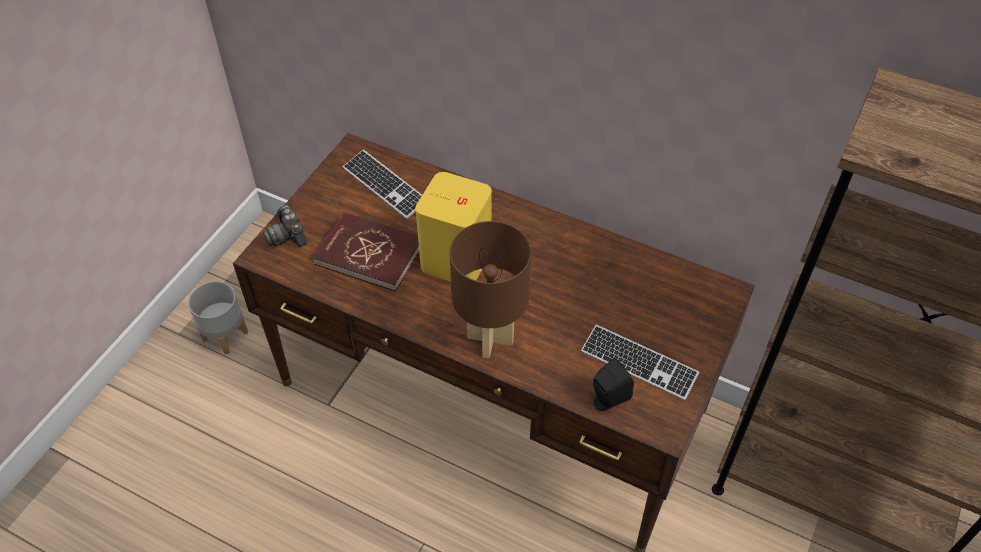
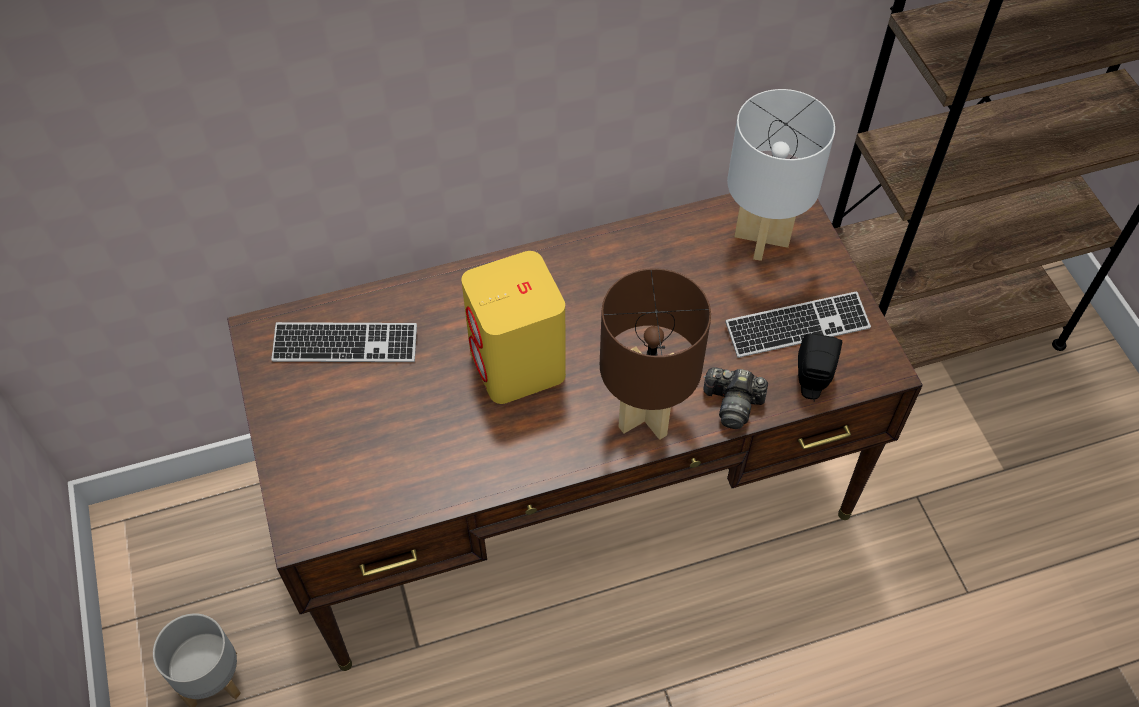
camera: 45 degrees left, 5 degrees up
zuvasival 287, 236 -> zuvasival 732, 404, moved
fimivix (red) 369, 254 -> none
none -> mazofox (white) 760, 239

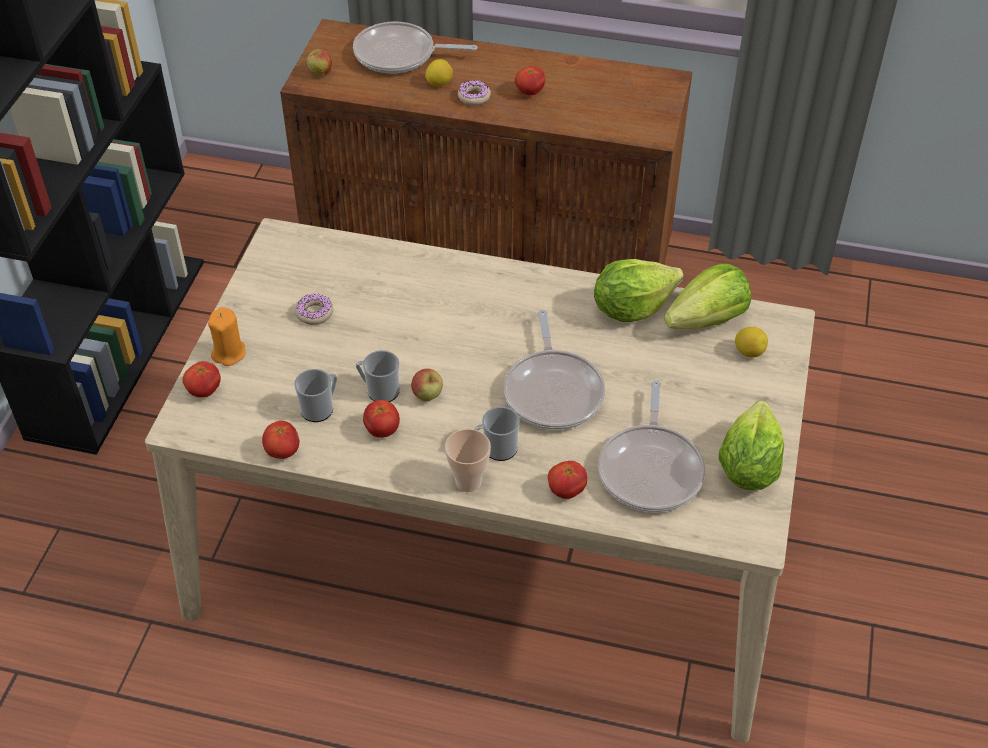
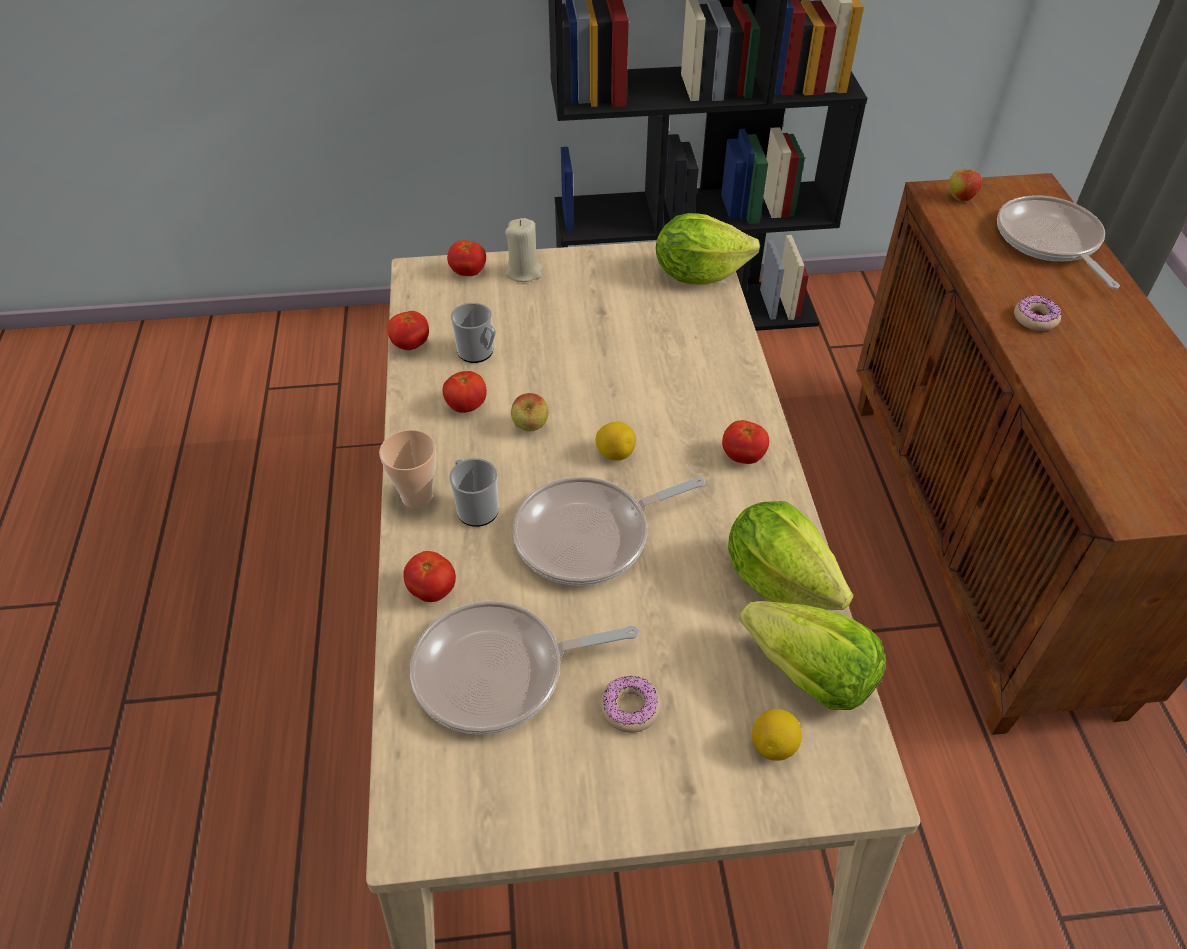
camera: 70 degrees right, 0 degrees up
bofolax 439, 83 -> bofolax 615, 454, moved
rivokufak 529, 92 -> rivokufak 743, 456, moved
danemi 314, 313 -> danemi 630, 708, moved
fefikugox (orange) 229, 353 -> fefikugox (beige) 524, 272
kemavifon 379, 390 -> none
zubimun 748, 467 -> zubimun 698, 273, moved

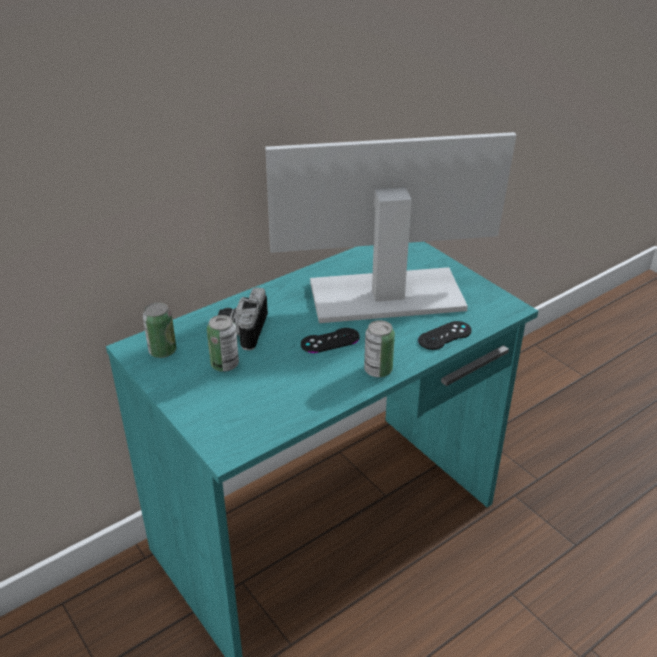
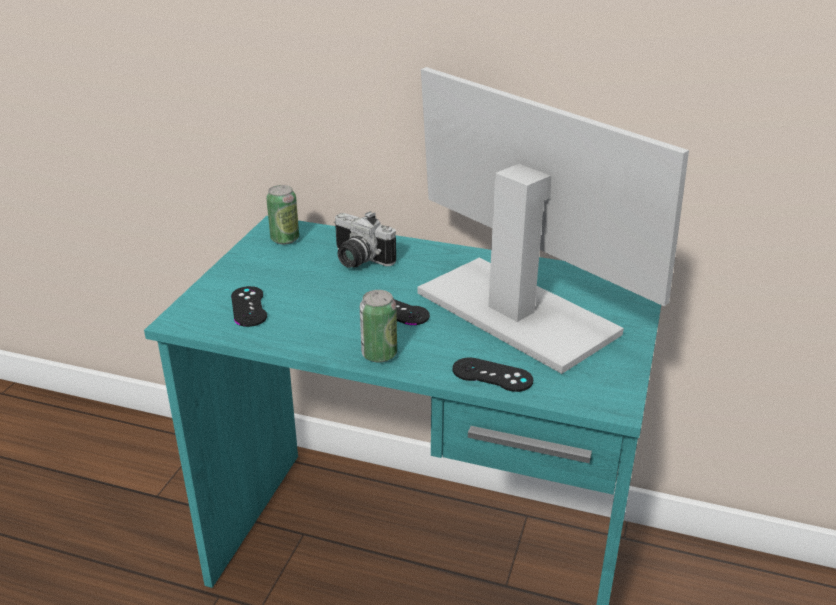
camera: 55 degrees right, 5 degrees down
zuvasival 242, 330 -> zuvasival 357, 260, 120 degrees counterclockwise
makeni 225, 364 -> none
none -> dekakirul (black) 249, 306

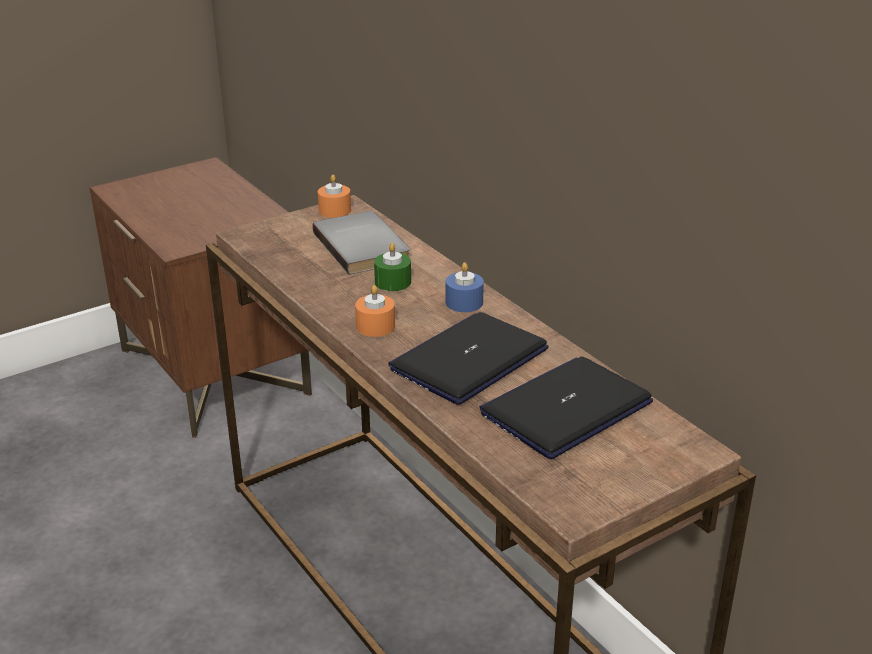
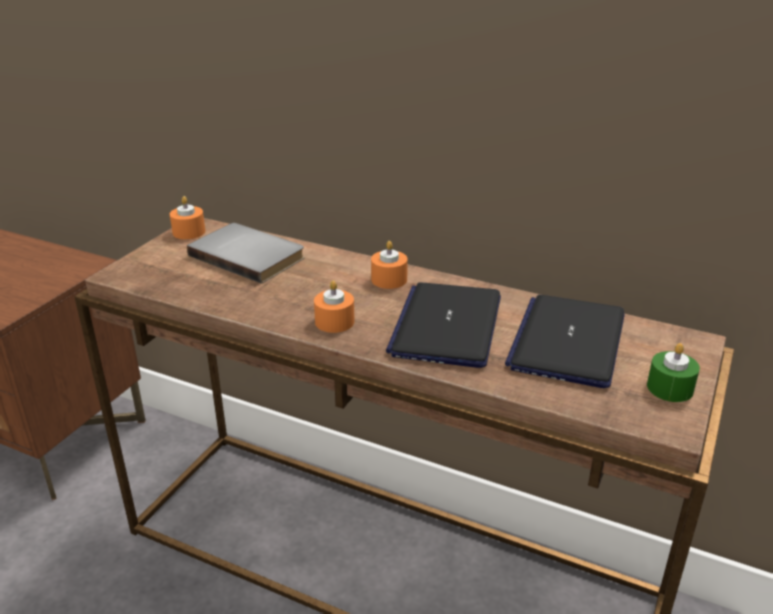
camera: 30 degrees left, 0 degrees up
fefikugox (green) 393, 282 -> fefikugox (green) 670, 388, moved
fefikugox (blue) 464, 302 -> fefikugox (orange) 389, 279

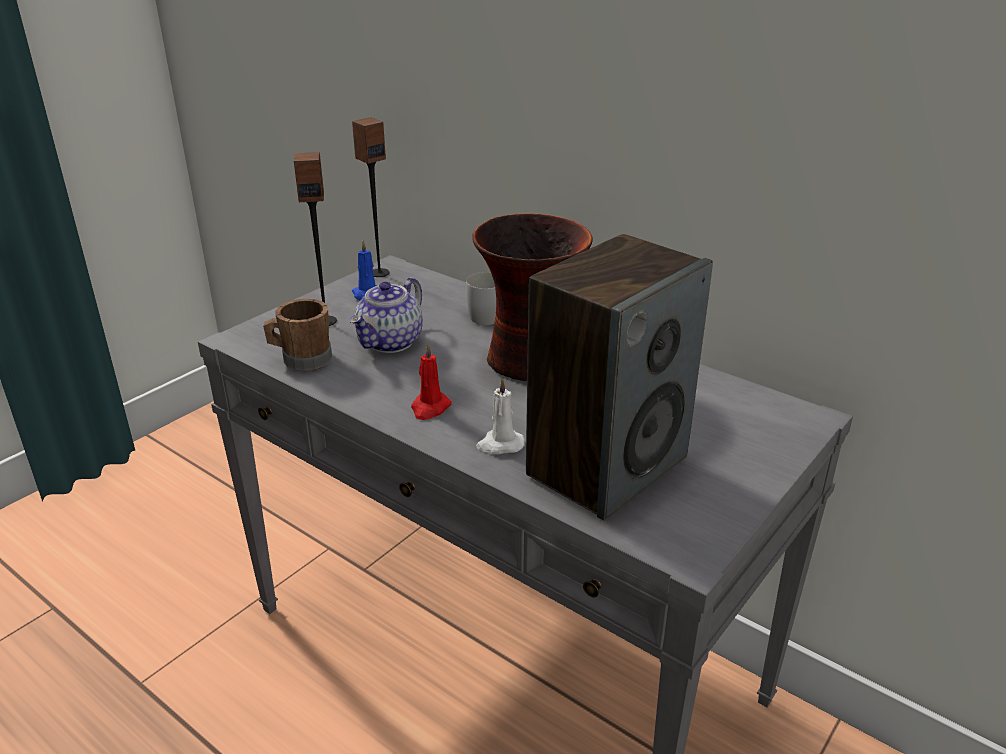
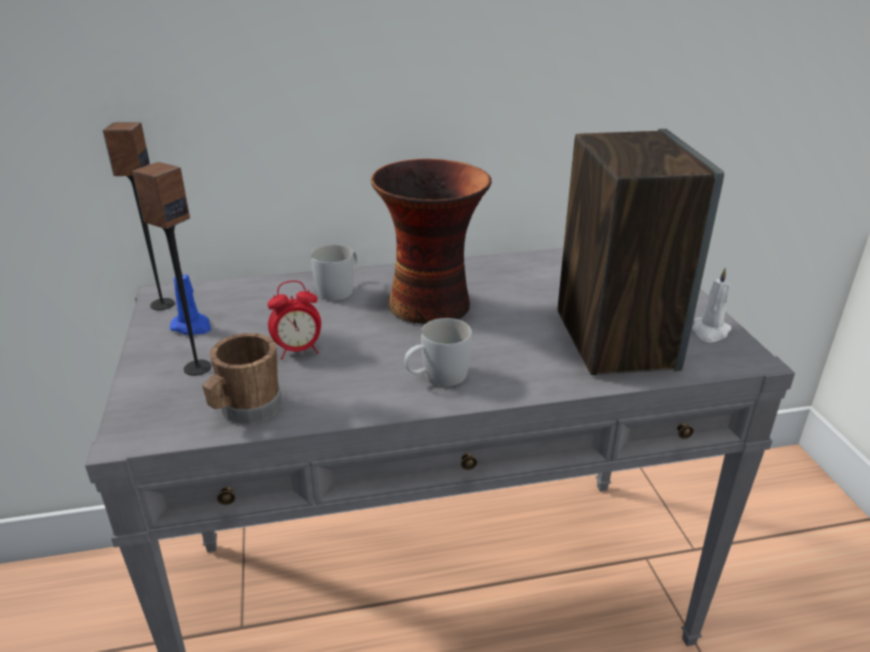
camera: 50 degrees left, 0 degrees up
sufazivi 390, 342 -> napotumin 298, 351
fefikugox (red) 430, 408 -> kemavifon (white) 437, 377
fefikugox (white) 500, 444 -> fefikugox (white) 710, 332, moved

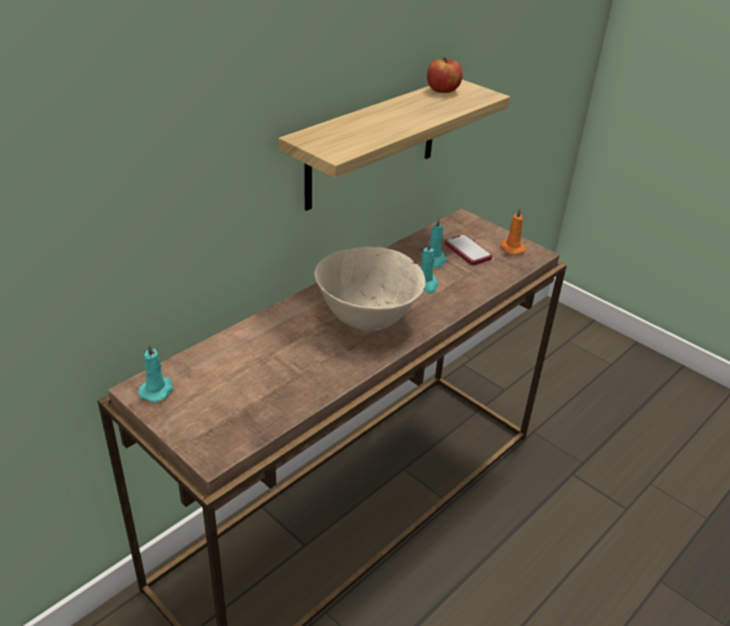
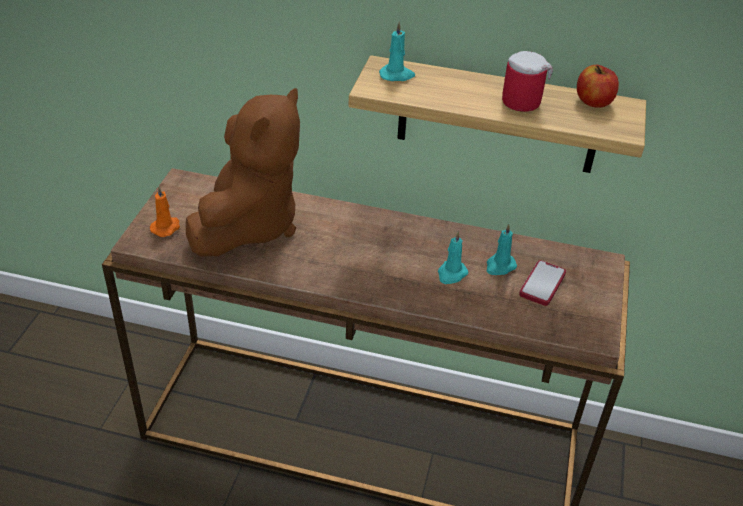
camera: 60 degrees right, 5 degrees up
fefikugox (orange) 511, 248 -> fefikugox (orange) 166, 227, moved
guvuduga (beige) 367, 318 -> none
fefikugox (turquoise) 157, 390 -> fefikugox (turquoise) 397, 75, moved
none -> kemavifon 521, 99
none -> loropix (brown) 249, 225

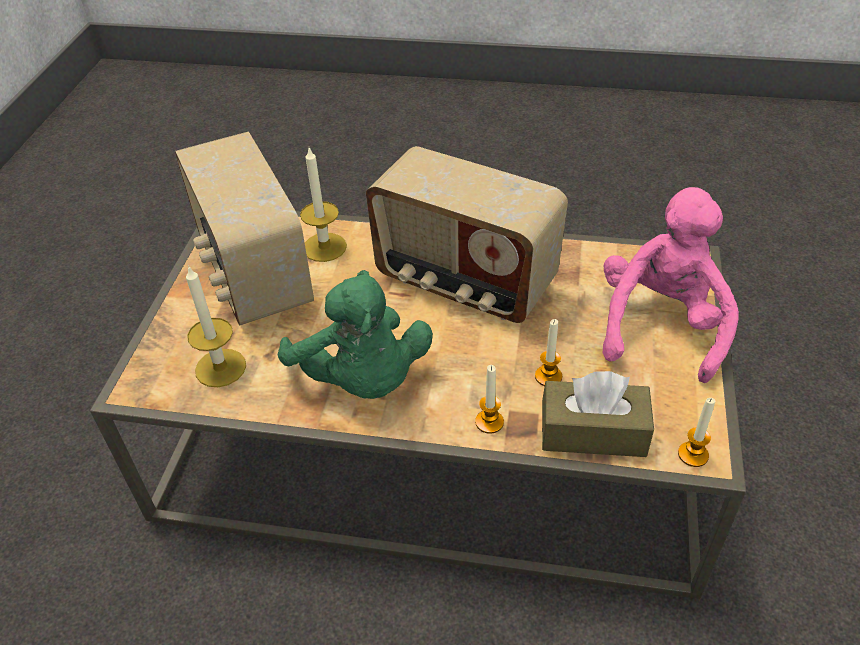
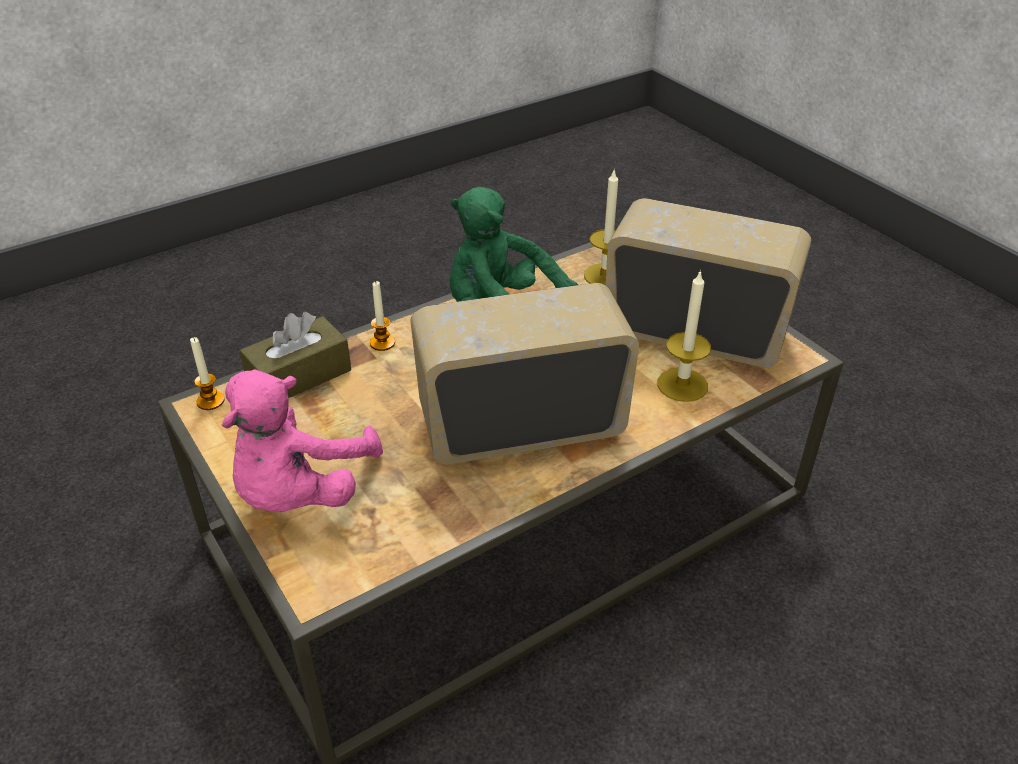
camera: 135 degrees right, 5 degrees down
loropix (pink) 661, 325 -> loropix (pink) 301, 491, 45 degrees clockwise
fefikugox 548, 376 -> none

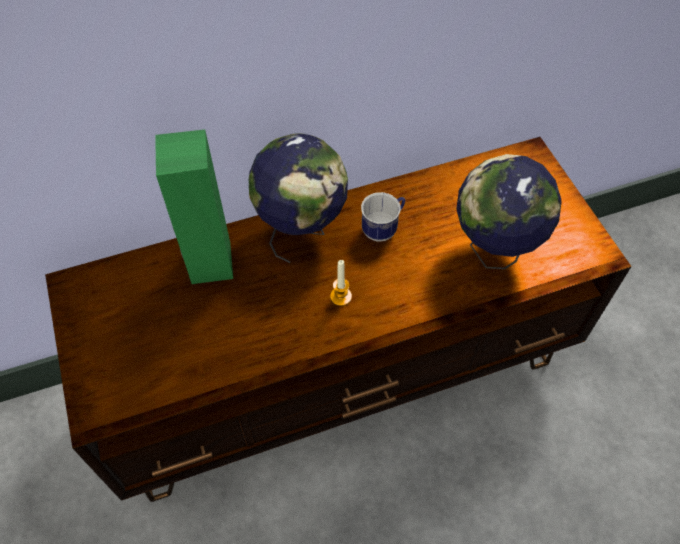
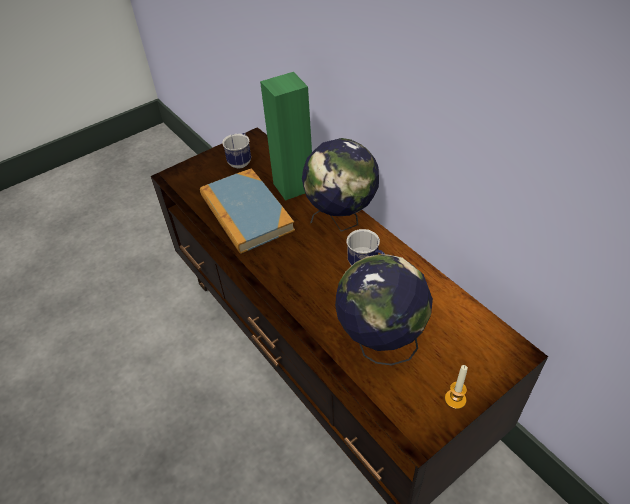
camera: 75 degrees right, 10 degrees down
fefikugox 341, 296 -> fefikugox 455, 399, moved
none -> kemavifon 241, 161
none -> fimivix 246, 213

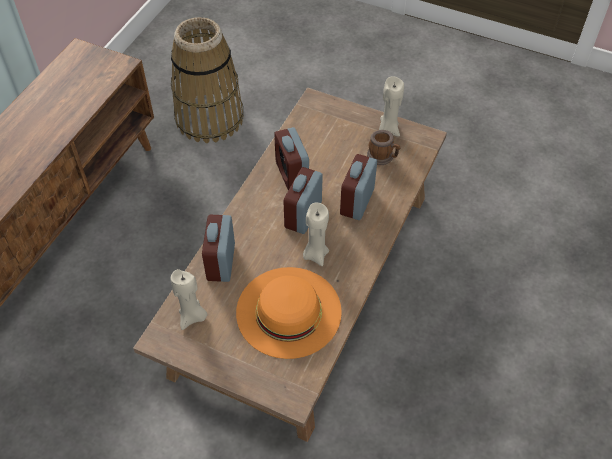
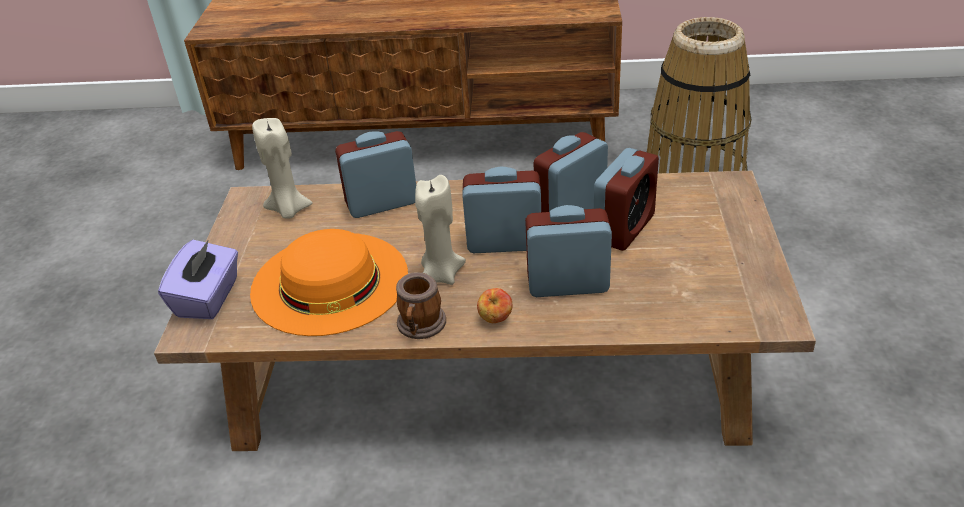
camera: 70 degrees right, 15 degrees down
fefikugox (beige) 388, 129 -> none
kemavifon 383, 157 -> kemavifon 420, 327, moved
none -> napotumin 624, 228
none -> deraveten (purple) 209, 298
none -> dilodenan 495, 319

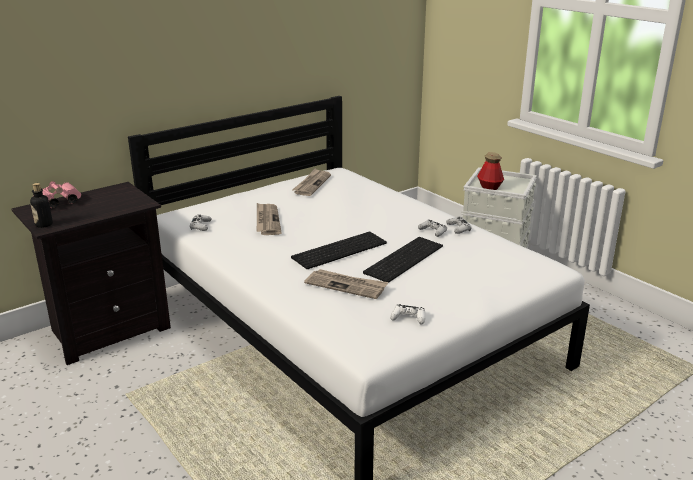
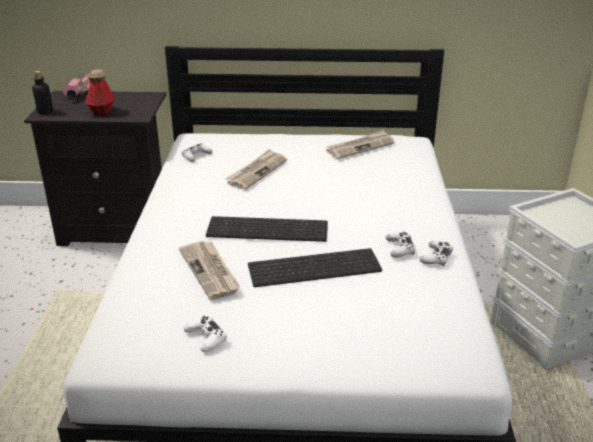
camera: 40 degrees right, 5 degrees up
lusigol 489, 187 -> lusigol 101, 111, moved

